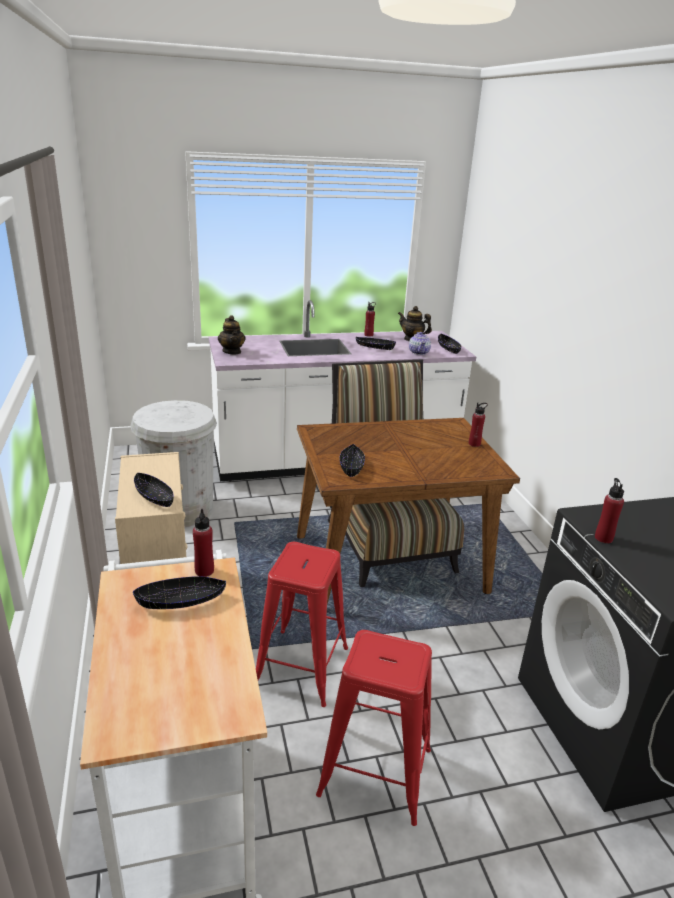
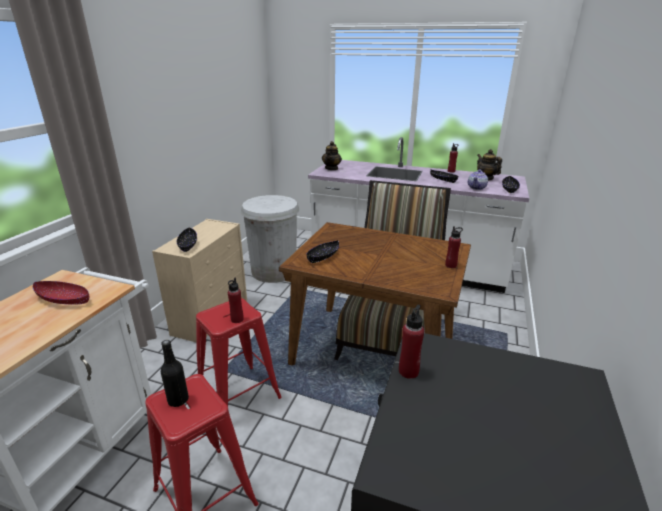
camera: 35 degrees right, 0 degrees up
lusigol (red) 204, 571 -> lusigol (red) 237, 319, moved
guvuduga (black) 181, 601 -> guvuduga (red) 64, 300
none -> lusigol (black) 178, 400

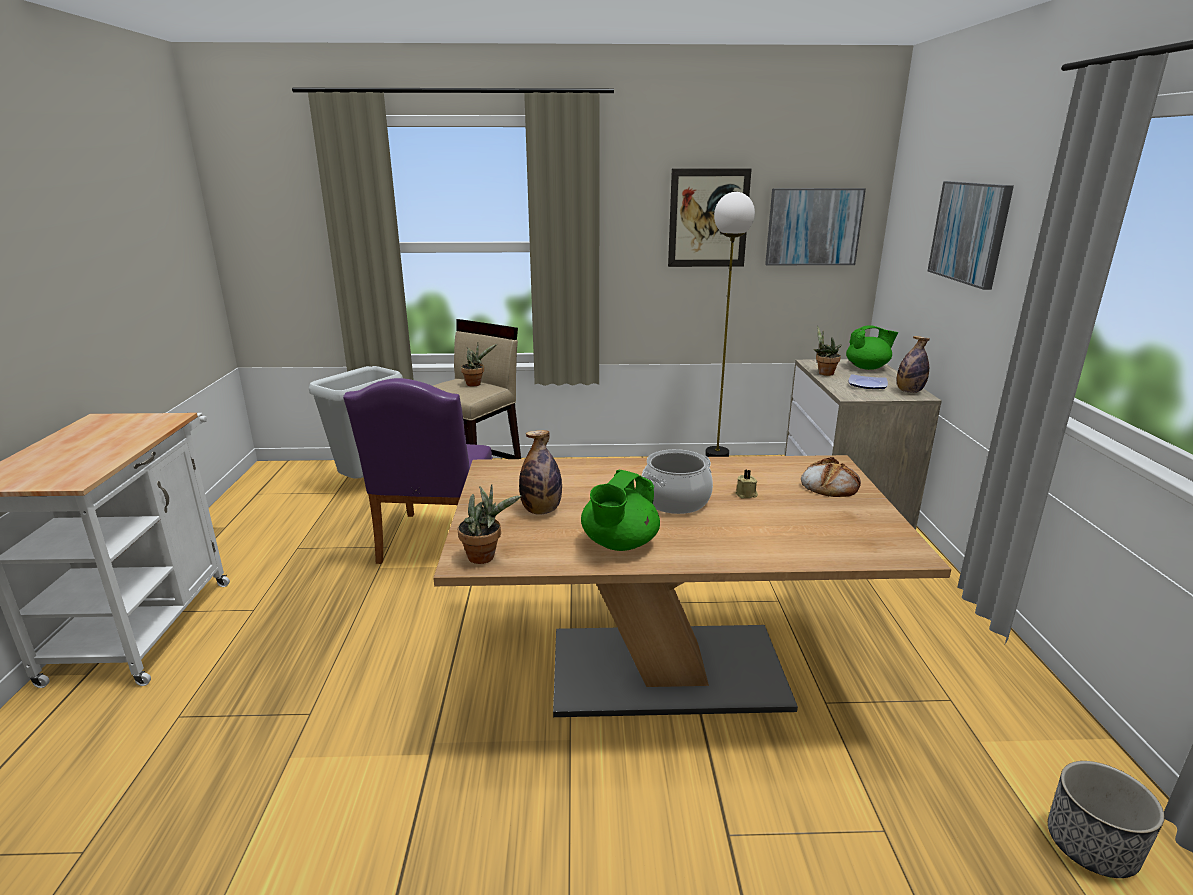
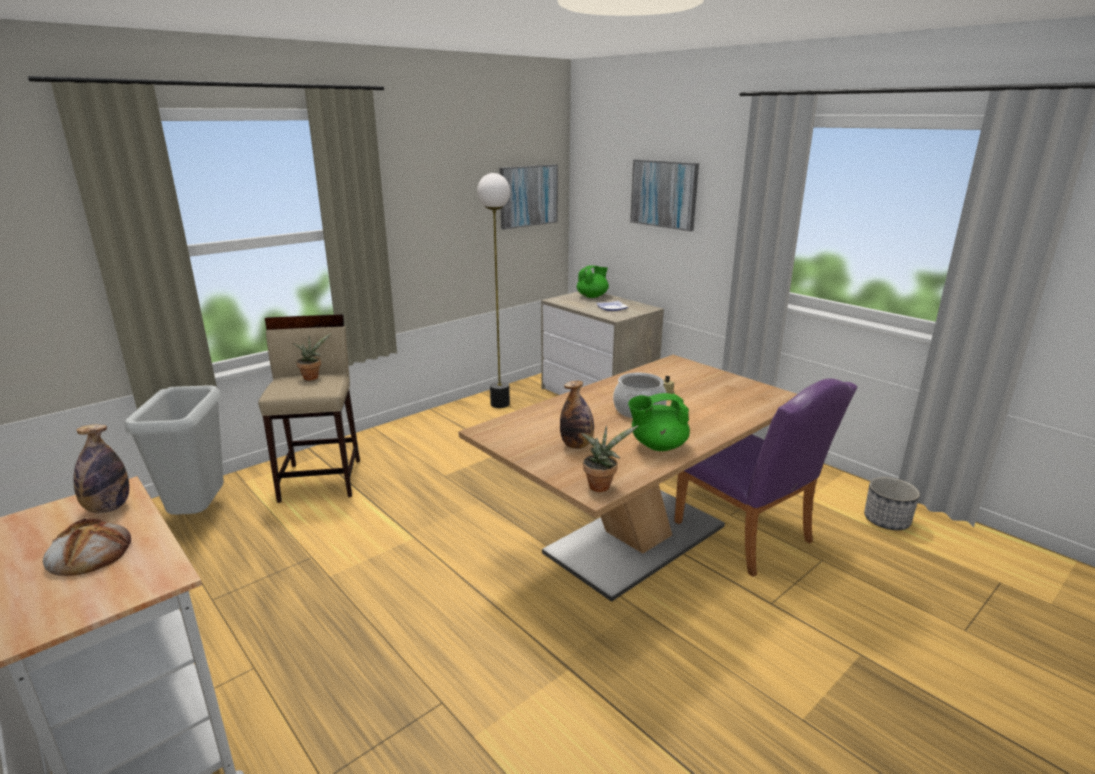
camera: 40 degrees left, 0 degrees up
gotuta 708, 218 -> none
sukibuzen 824, 373 -> none
lusigol 909, 391 -> lusigol 108, 508, moved
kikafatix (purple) 435, 543 -> kikafatix (purple) 749, 538, moved
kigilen 829, 484 -> kigilen 89, 553, moved
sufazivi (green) 619, 544 -> sufazivi (green) 657, 446, 90 degrees clockwise

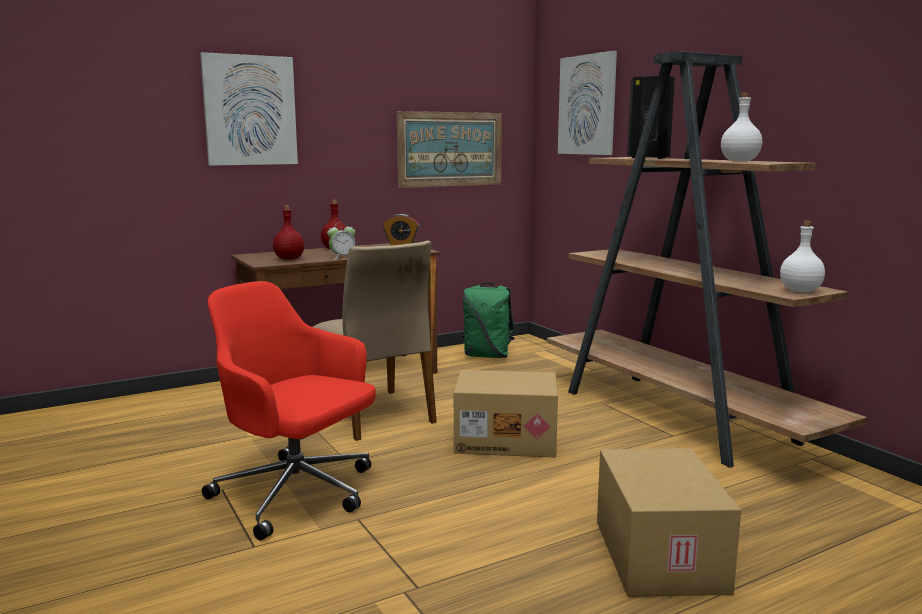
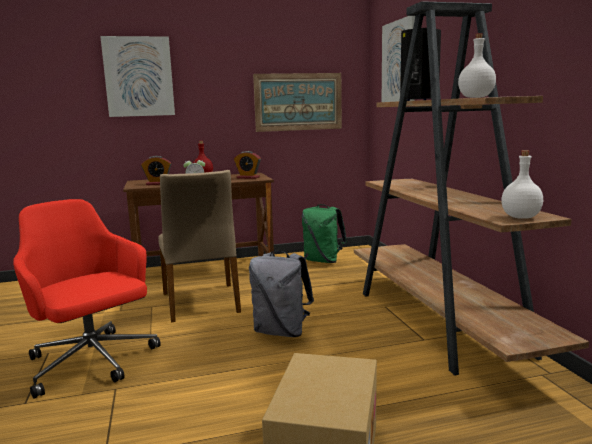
camera: 15 degrees right, 0 degrees up
lusigol (red) 289, 259 -> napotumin 158, 184
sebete 506, 440 -> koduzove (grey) 281, 331

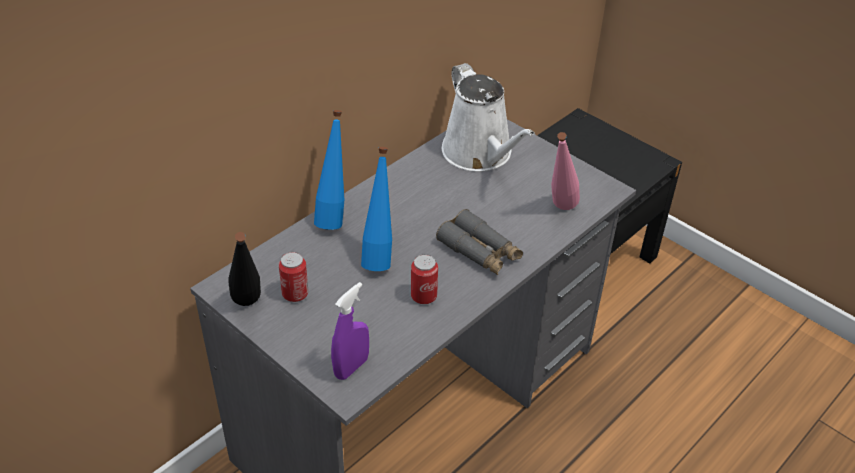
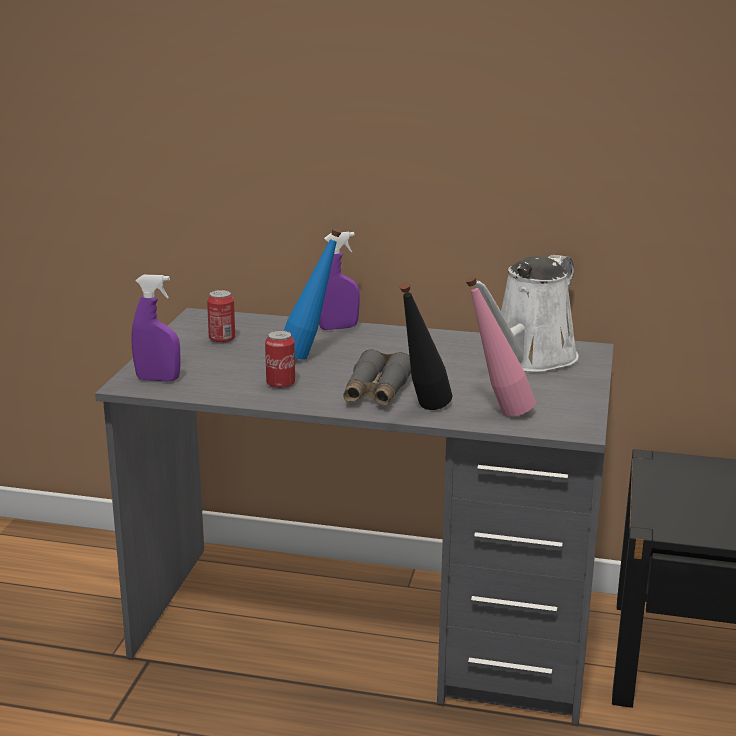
camera: 60 degrees right, 20 degrees down
lusigol (blue) 333, 217 -> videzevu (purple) 338, 327
lusigol (black) 249, 308 -> lusigol (black) 422, 410, moved

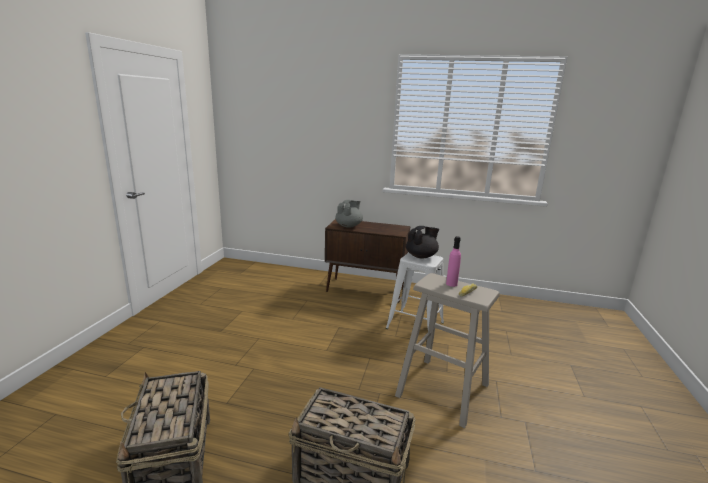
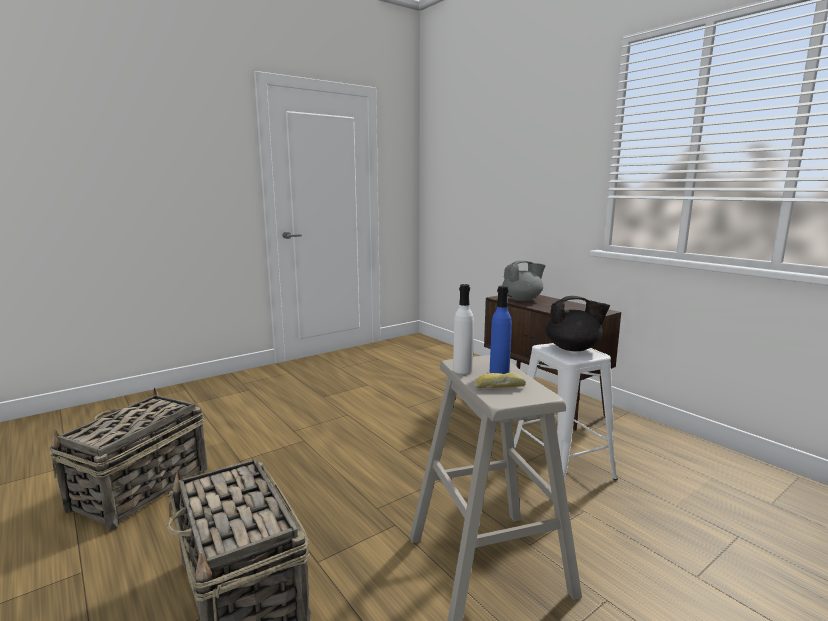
camera: 40 degrees right, 5 degrees down
lusigol (pink) 451, 284 -> lusigol (blue) 499, 372
none -> lusigol (white) 462, 370

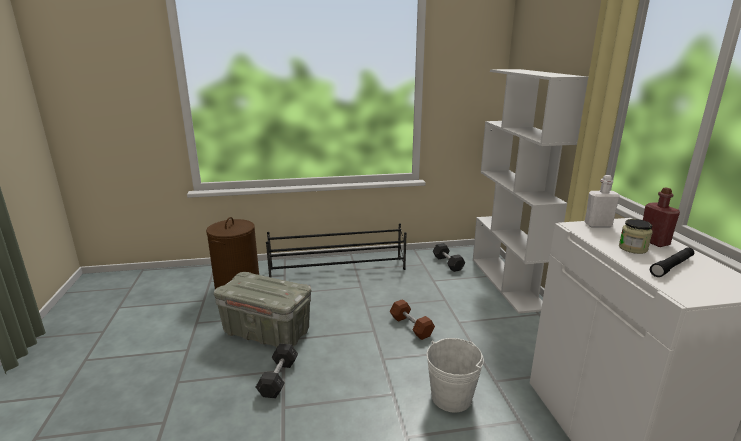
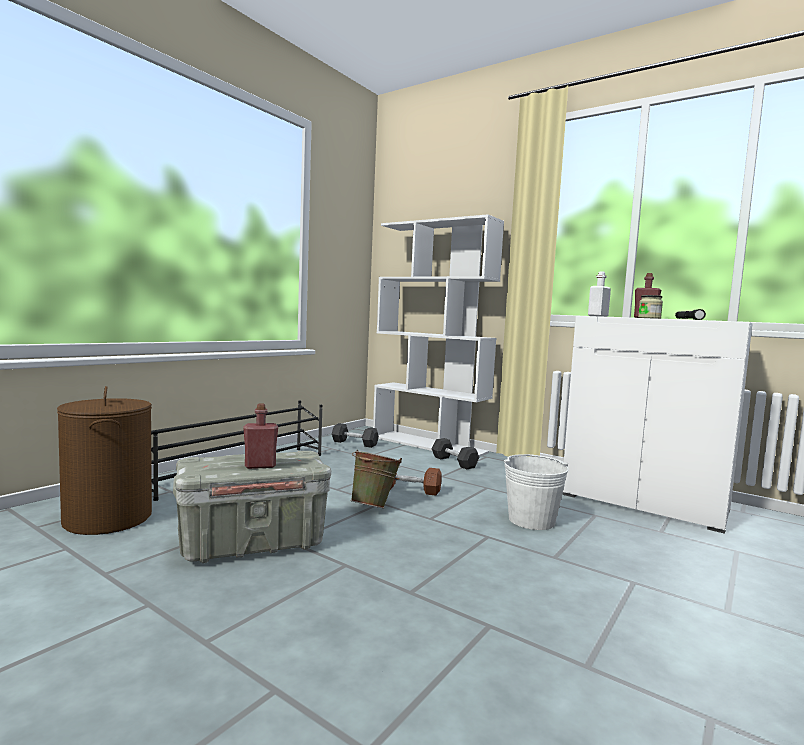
camera: 45 degrees left, 15 degrees down
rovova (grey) 278, 378 -> rovova (grey) 454, 462, moved
none -> lusigol (red) 260, 466
none -> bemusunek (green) 374, 507

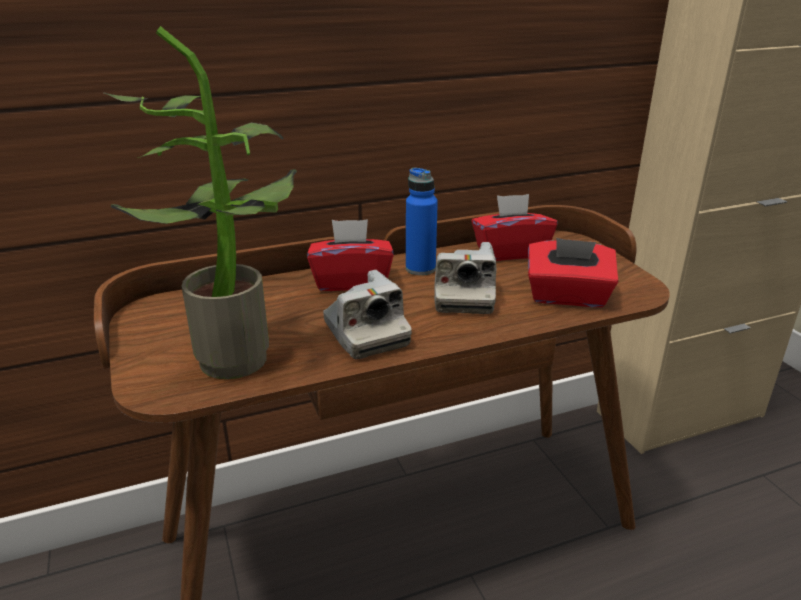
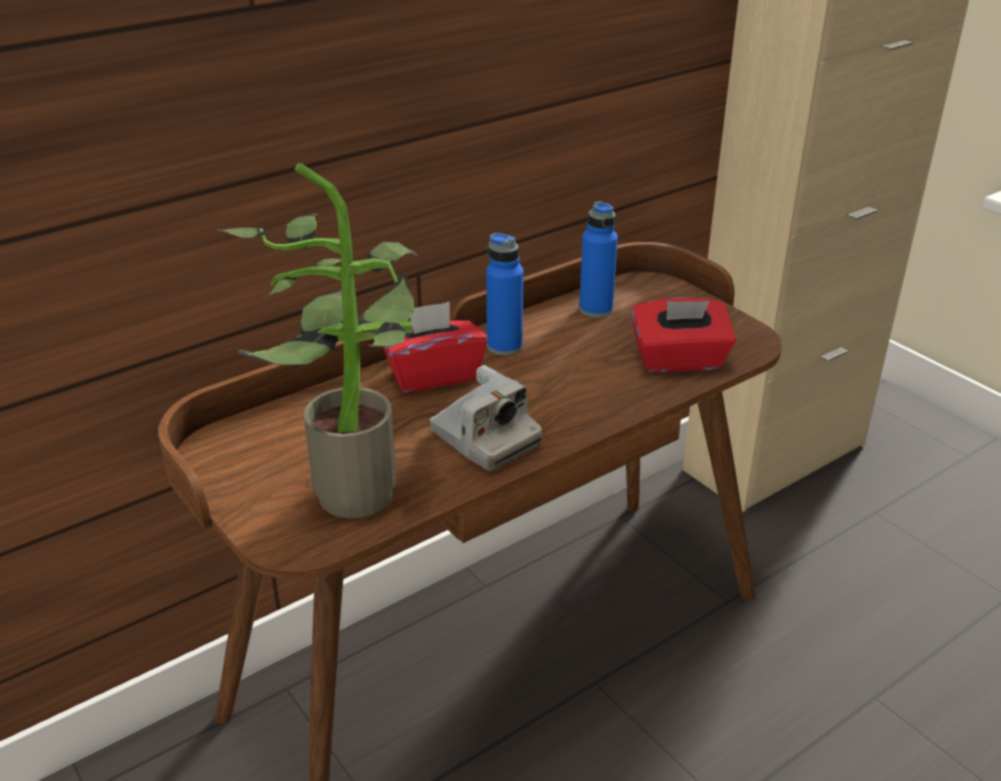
camera: 15 degrees left, 5 degrees up
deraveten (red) 510, 252 -> lusigol (blue) 595, 309
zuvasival 463, 296 -> none

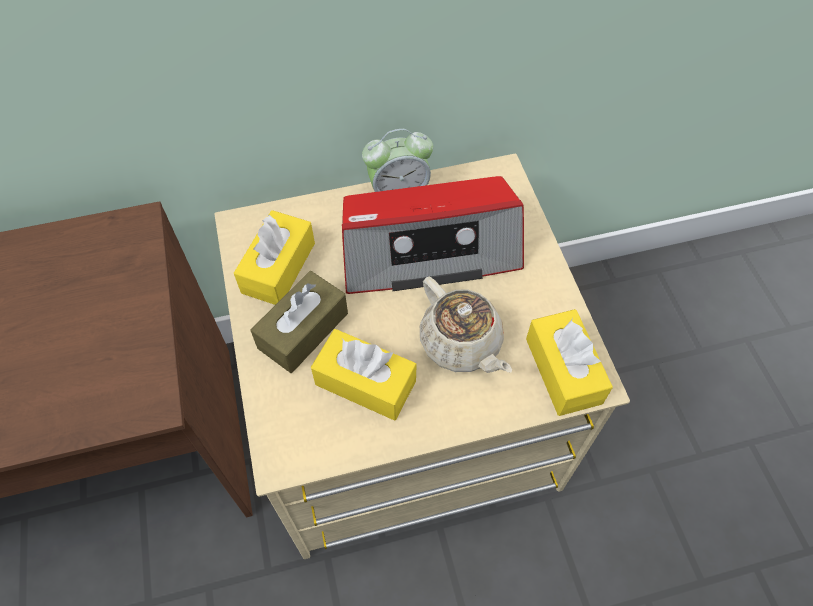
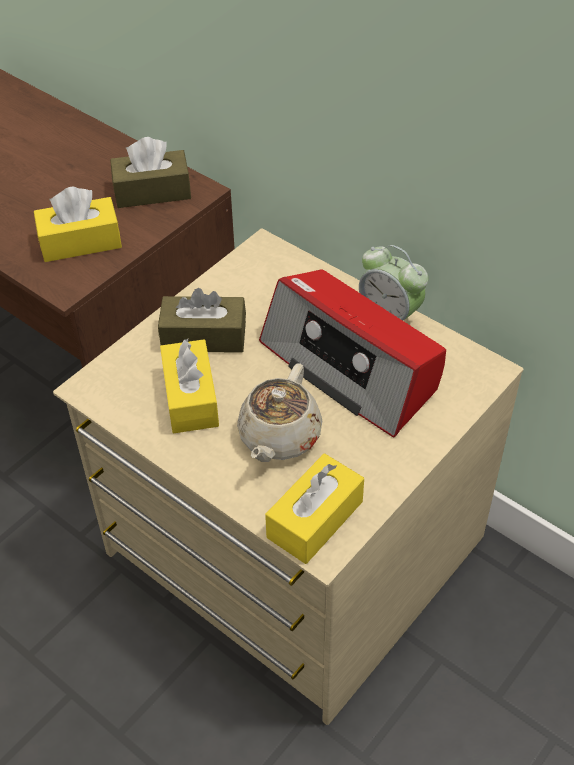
camera: 55 degrees right, 10 degrees down
deraveten (yellow) 278, 268 -> deraveten (yellow) 80, 242, moved
none -> deraveten (brown) 152, 192

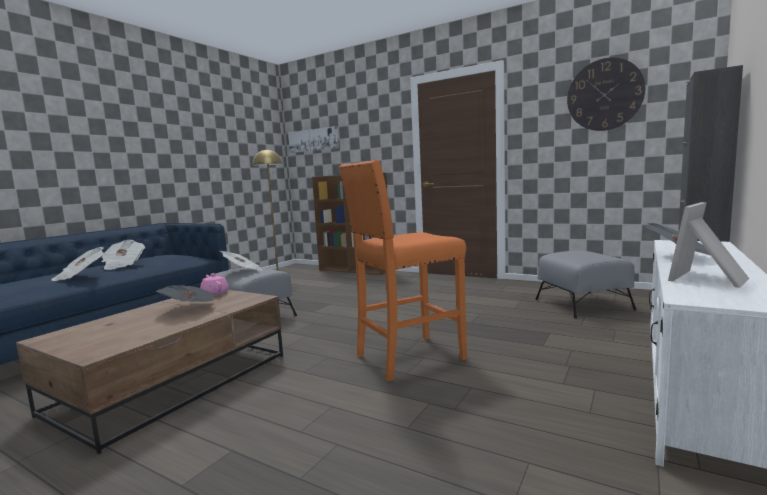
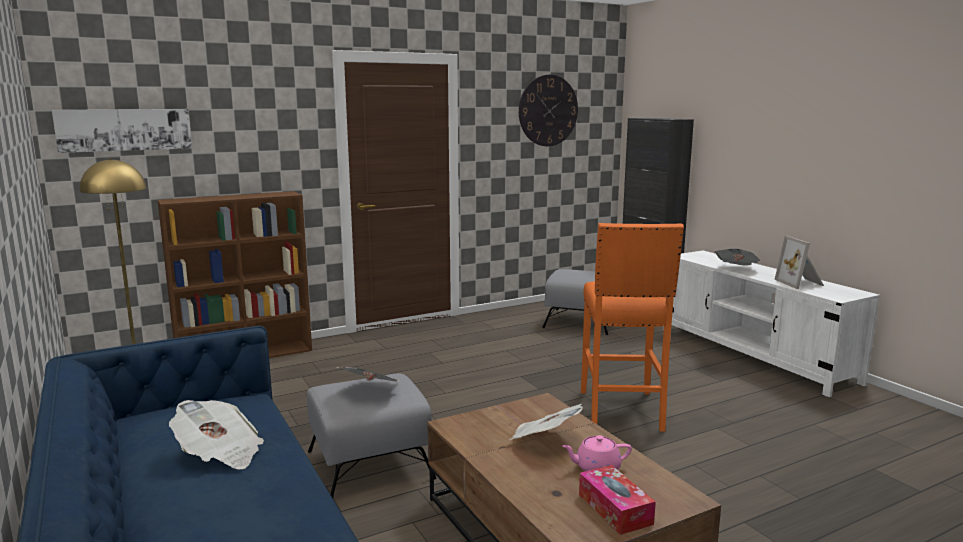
camera: 60 degrees left, 5 degrees up
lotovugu 80, 276 -> none
sufazivi (pink) 215, 293 -> sufazivi (pink) 596, 468, moved
none -> deraveten 615, 509

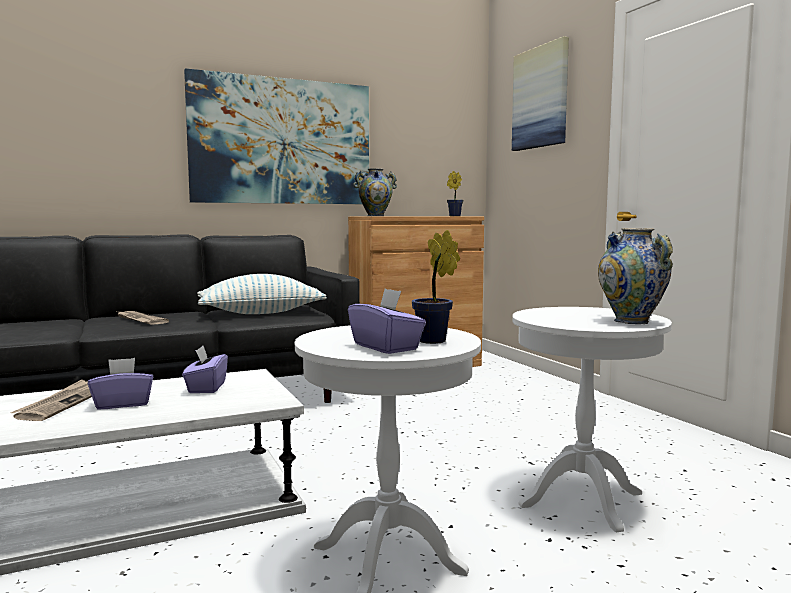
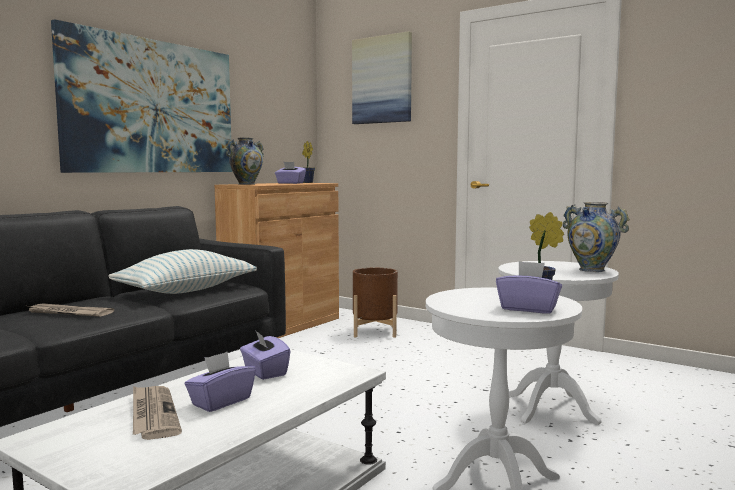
camera: 30 degrees left, 0 degrees up
none -> deraveten (purple) 290, 183
none -> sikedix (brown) 375, 331

